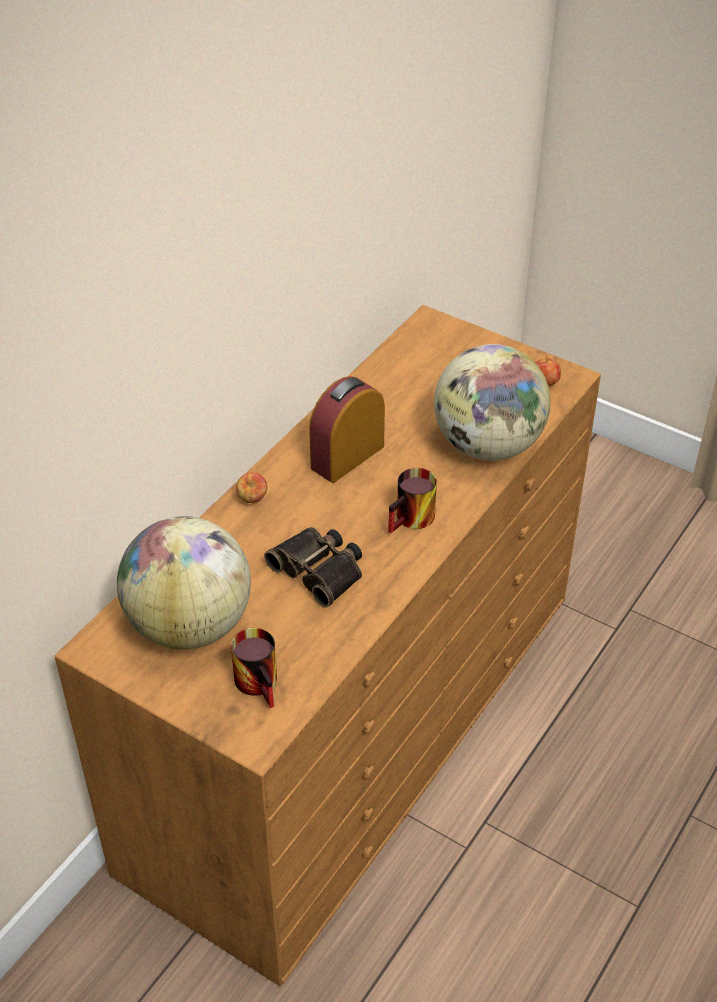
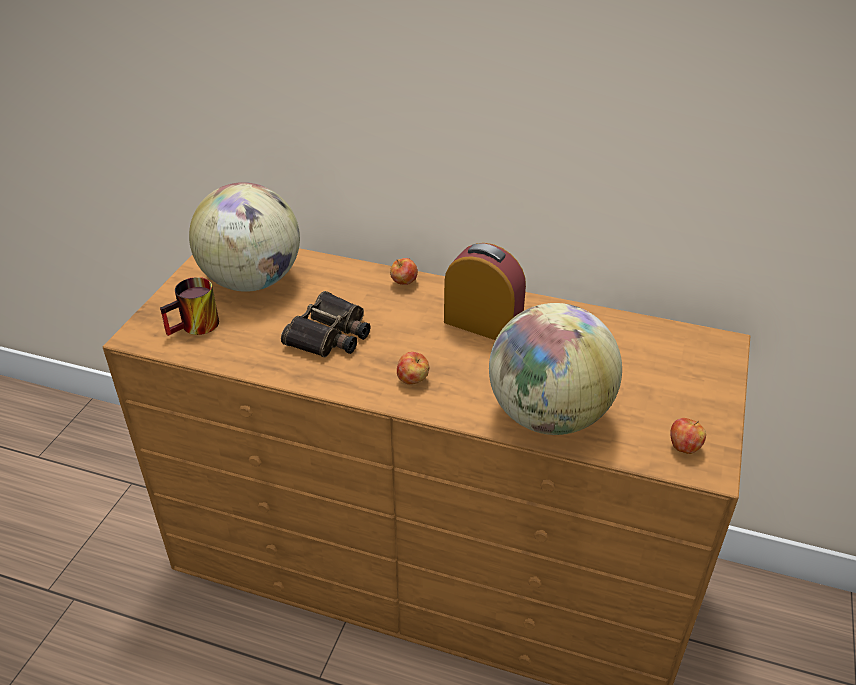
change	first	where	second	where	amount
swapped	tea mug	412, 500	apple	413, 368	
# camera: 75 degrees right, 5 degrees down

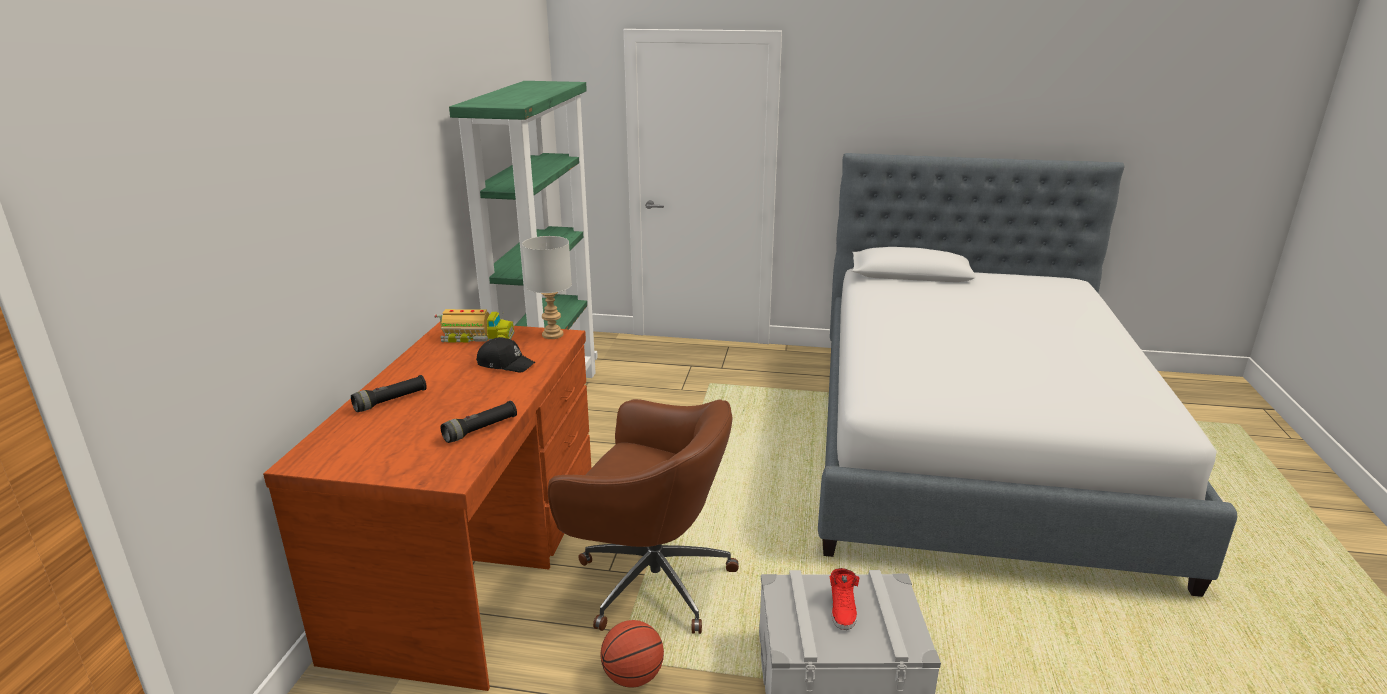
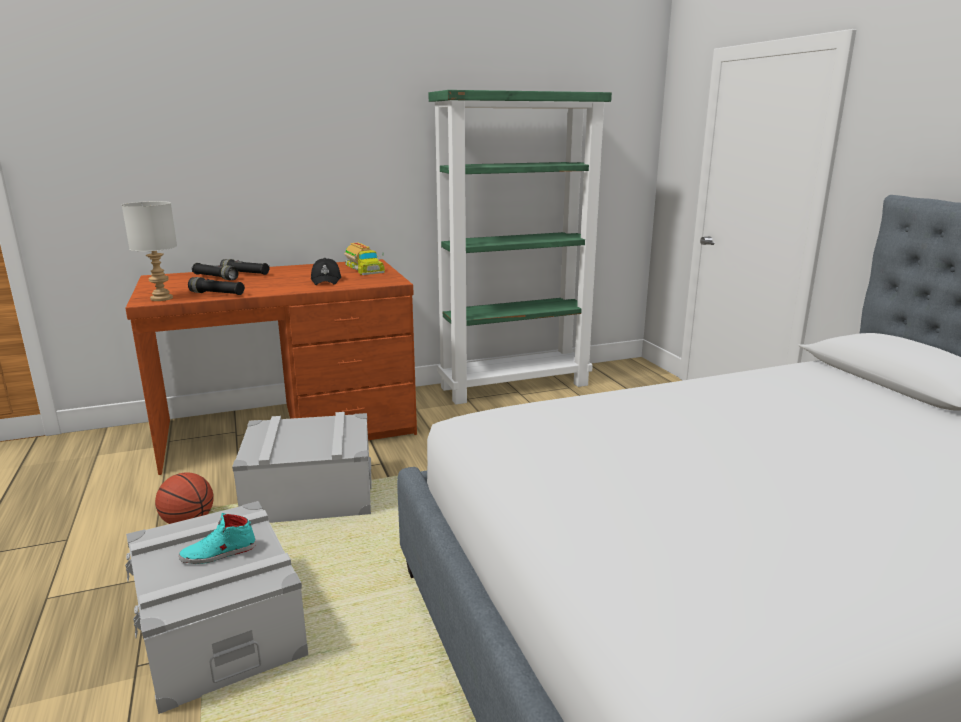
change	first	where	second	where	amount
shifted	table lamp (grey)	547, 287		149, 251	
swapped	office chair (brownish)	643, 516	storage bin (grey)	302, 467	
repainted	low shoe (red-coloured)	844, 599	low shoe (blue-green)	217, 538	
new			hand torch (black)	215, 271	
# camera: 60 degrees right, 5 degrees down

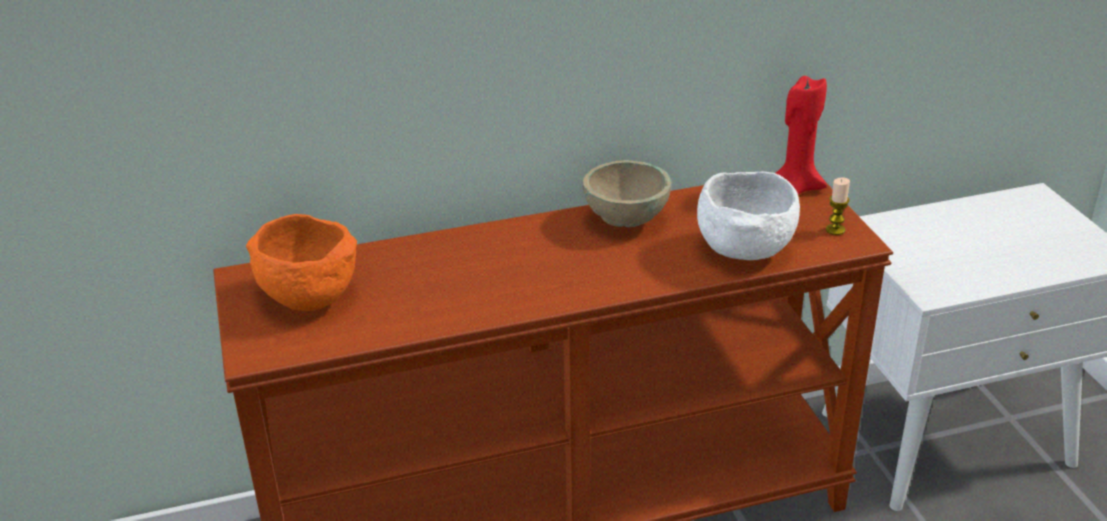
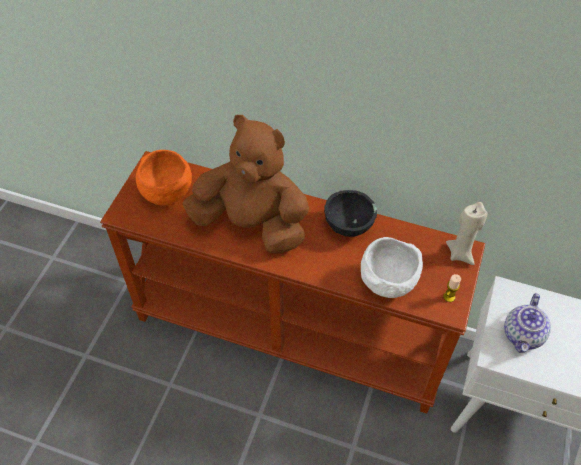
change	first	where	second	where	amount
repainted	deep dish (sand-coloured)	627, 193	deep dish (black)	350, 213	
repainted	candle (red-coloured)	801, 135	candle (sand-coloured)	467, 233	
new			cuddly toy (brownish)	245, 184	
new			tea pot	527, 323	
# camera: 35 degrees right, 20 degrees up

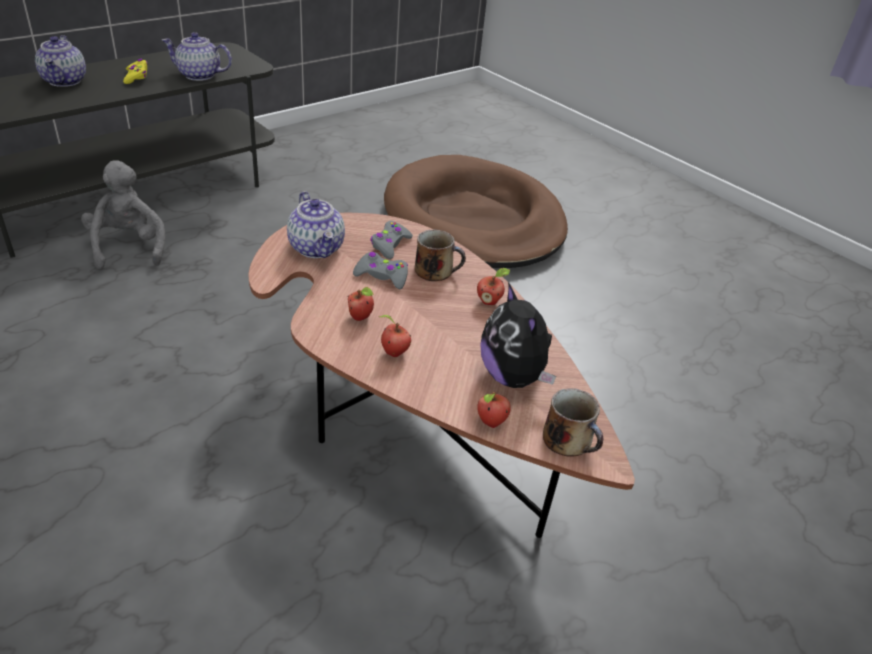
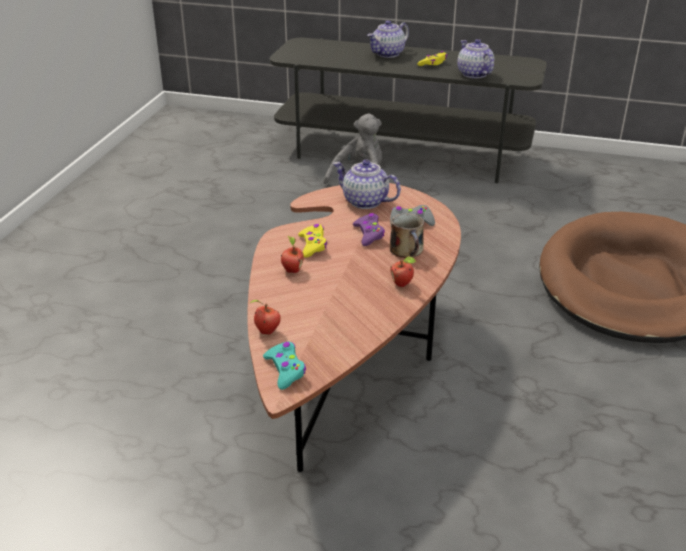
change	first	where	second	where	amount
rotated	tea pot	316, 224		367, 184	90 degrees clockwise
swapped	apple	361, 304	game controller (yellow)	312, 241	
repainted	game controller (grey)	380, 270	game controller (purple)	369, 229	
gone	cuddly toy	518, 335			
swapped	tea mug	573, 422	game controller (blue-green)	284, 366	
# camera: 60 degrees right, 5 degrees down

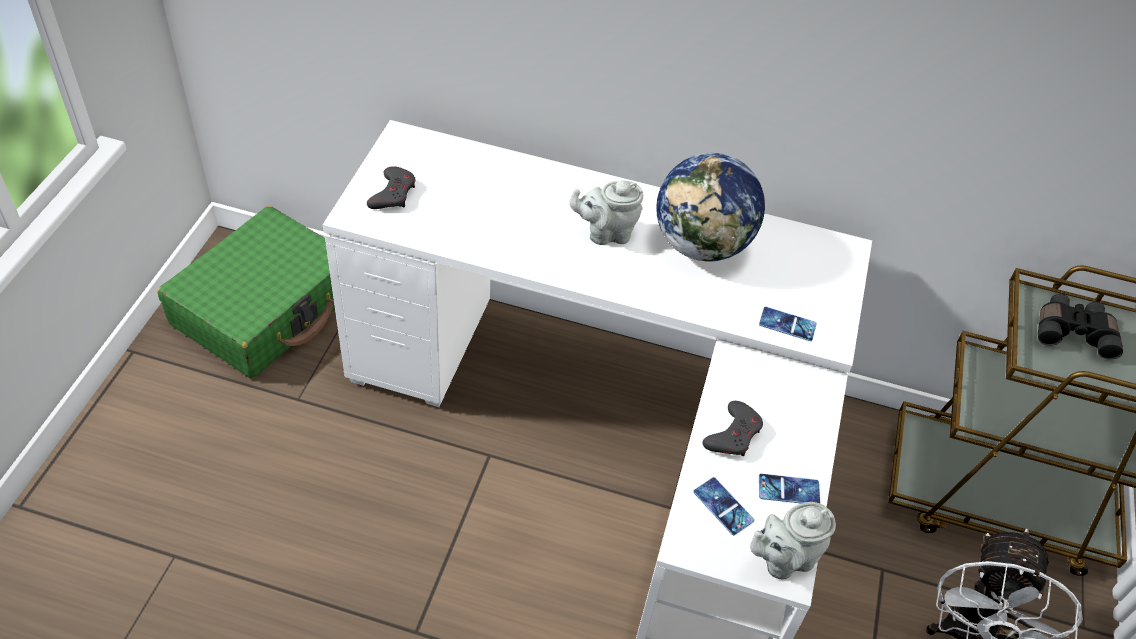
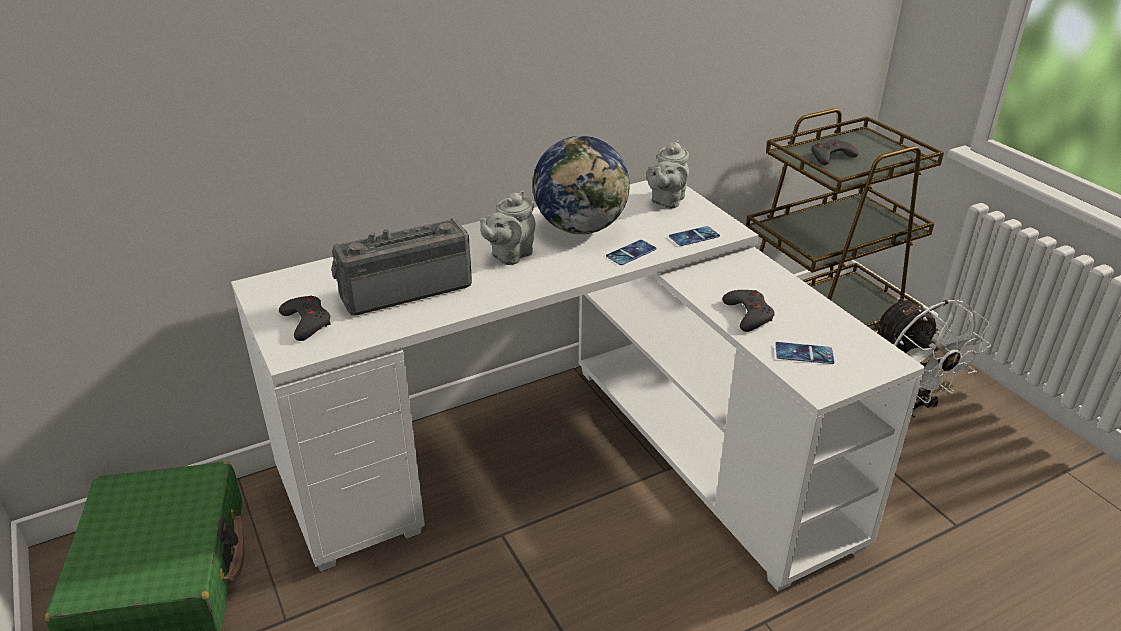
change	first	where	second	where	amount
shifted	tea pot (grey)	793, 541		667, 174	
shifted	telephone	789, 488		631, 252	
swapped	pair of binoculars (black)	1080, 327	game controller (grey)	834, 152	
new			radio	401, 267	
# camera: 40 degrees left, 15 degrees down

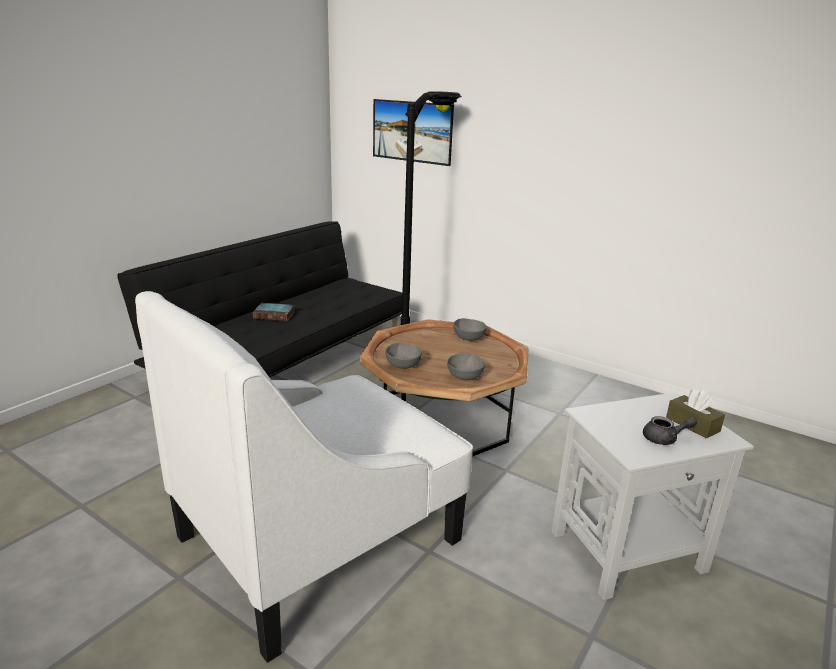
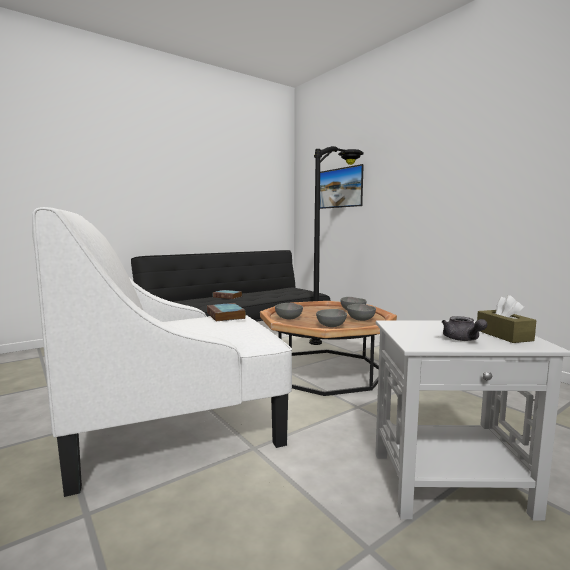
change	first	where	second	where	amount
rotated	tea pot (grey)	670, 430		465, 328	60 degrees clockwise
new			volume	226, 312	
new			deep dish (grey)	361, 312	
# camera: 20 degrees right, 15 degrees down

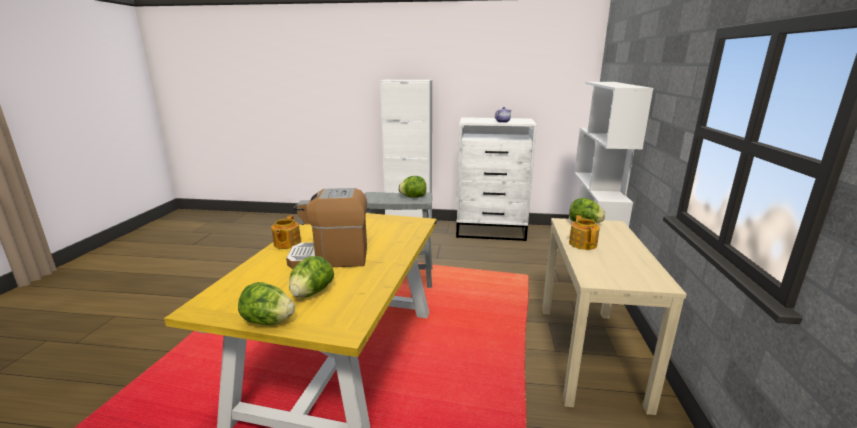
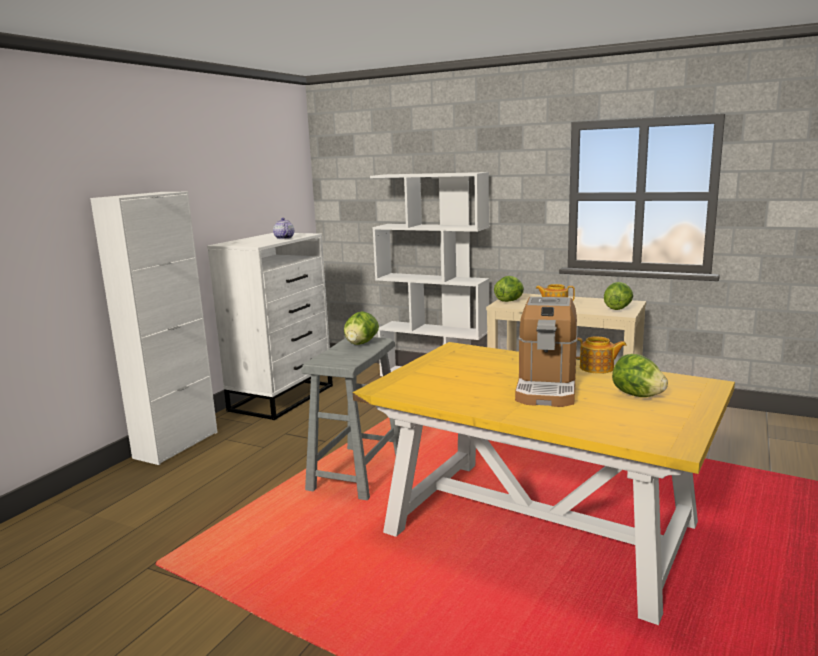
change	first	where	second	where	amount
shifted	lettuce head	266, 303		618, 296	
shifted	tea pot	286, 232		601, 355	
# camera: 70 degrees left, 5 degrees down

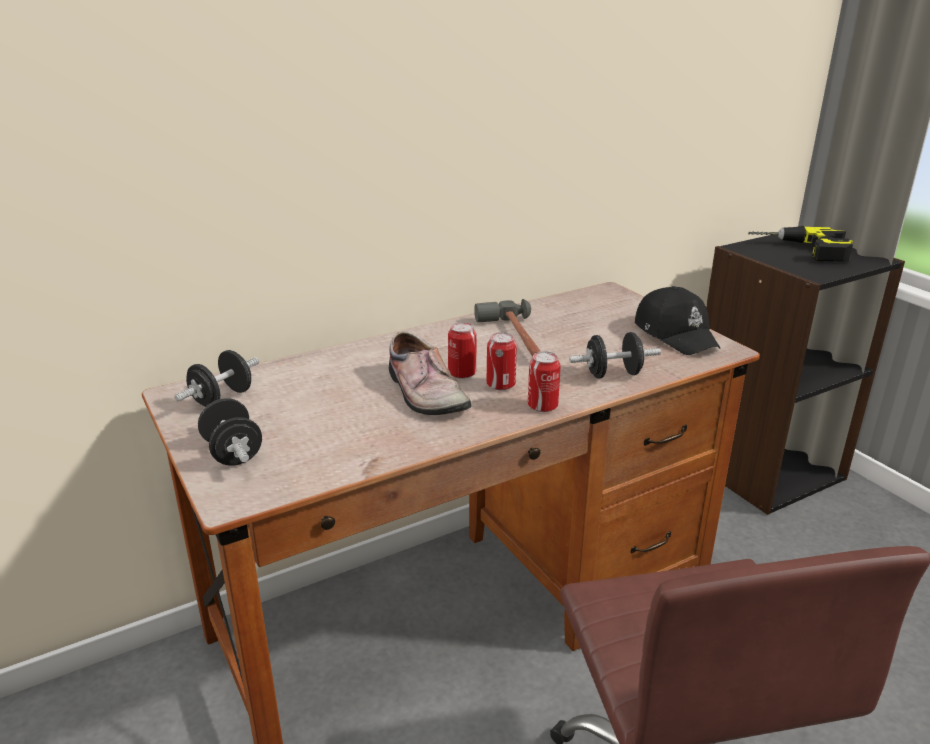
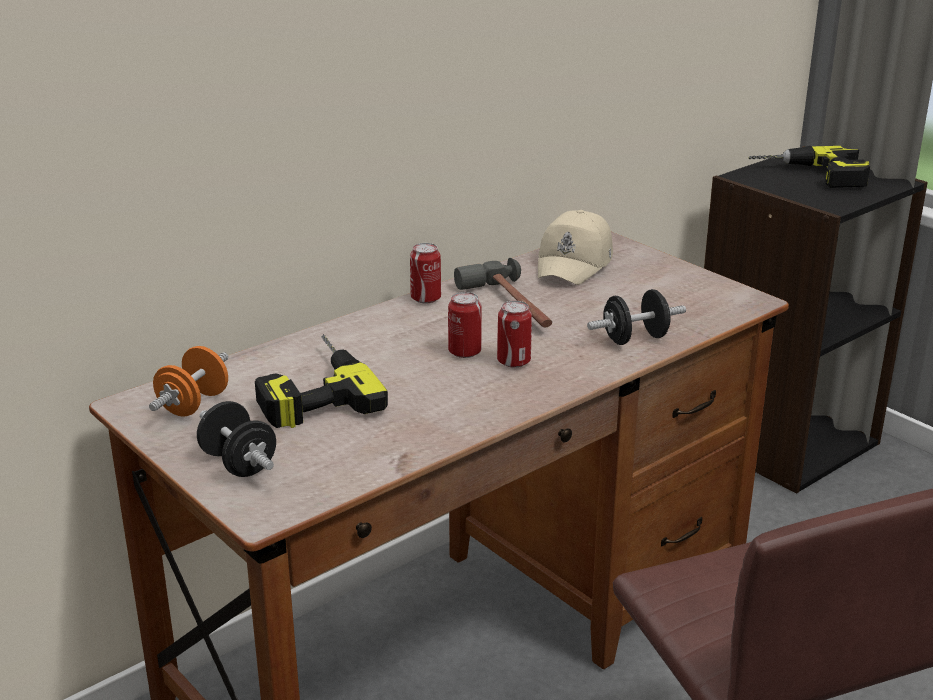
change	first	where	second	where	amount
repainted	free weight (black)	216, 378	free weight (orange-coloured)	188, 381	
gone	low shoe	430, 373			
shifted	metal can	544, 381		425, 273	
gone	cap (black)	678, 320			
new			drill	321, 381	
new			cap (sand-coloured)	575, 247	
# camera: 10 degrees left, 0 degrees up

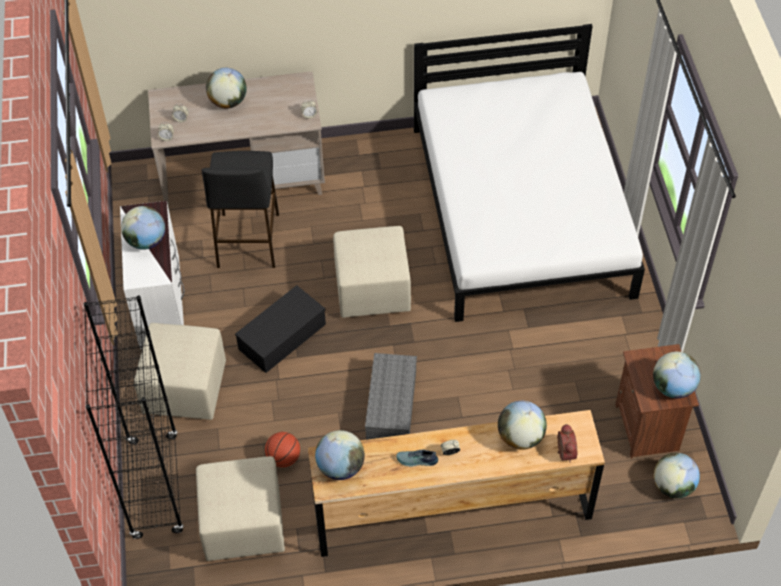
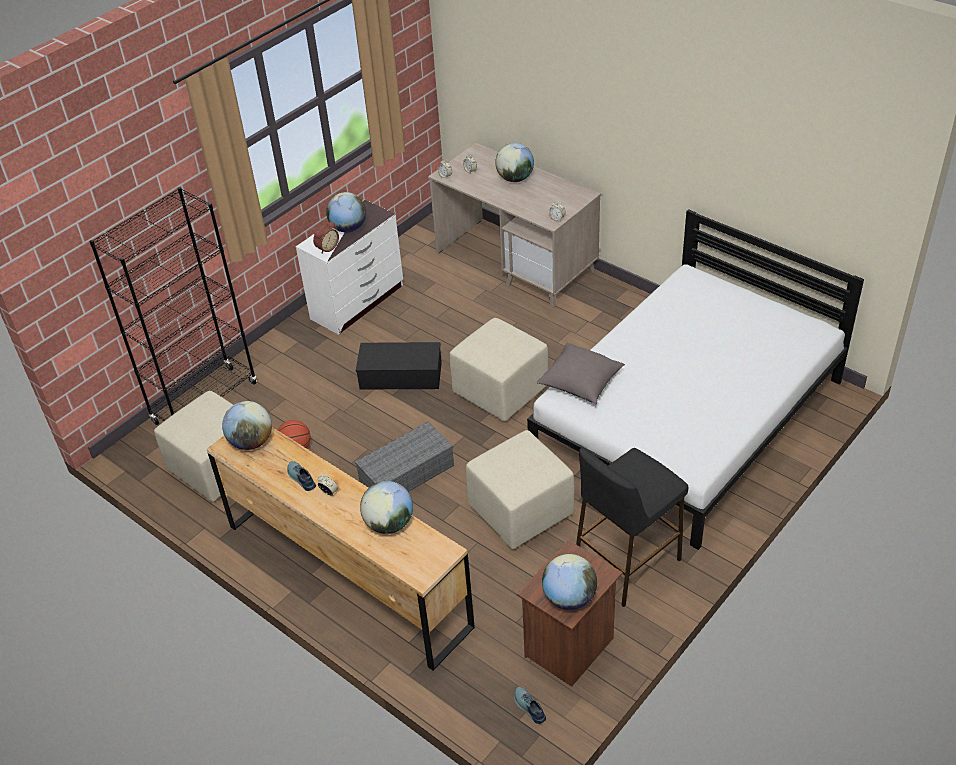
change	first	where	second	where	amount
shifted	ottoman (sand-coloured)	180, 371		520, 489	
shifted	stool seat (black)	240, 209		632, 527	
shifted	table clock	567, 443		326, 237	
swapped	globe	677, 475	low shoe	530, 705	
new			pillow (grey)	581, 373	
# camera: 50 degrees right, 10 degrees down

